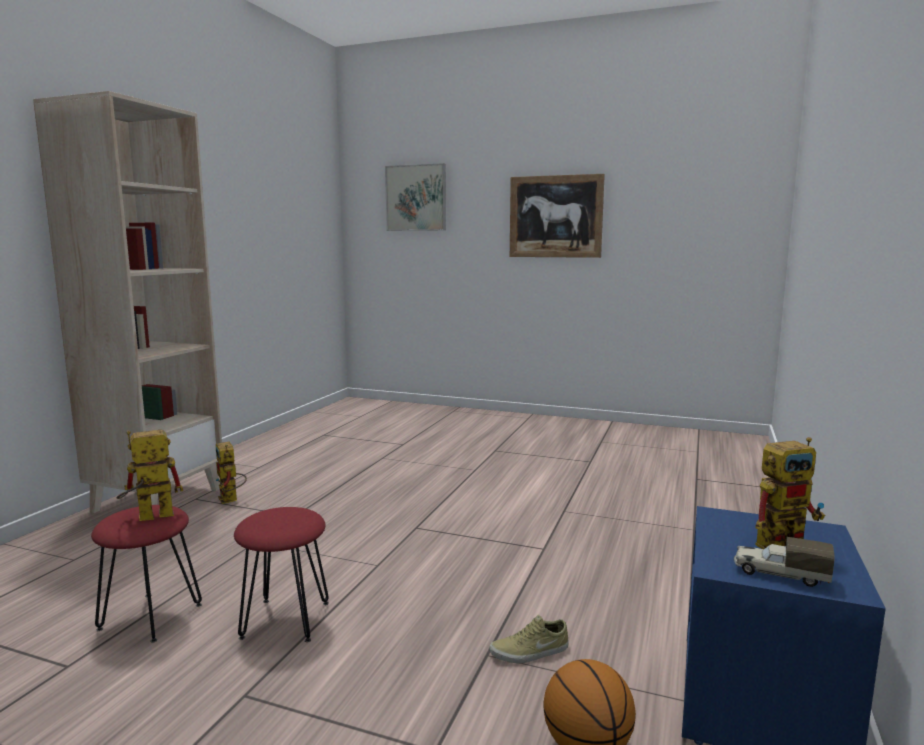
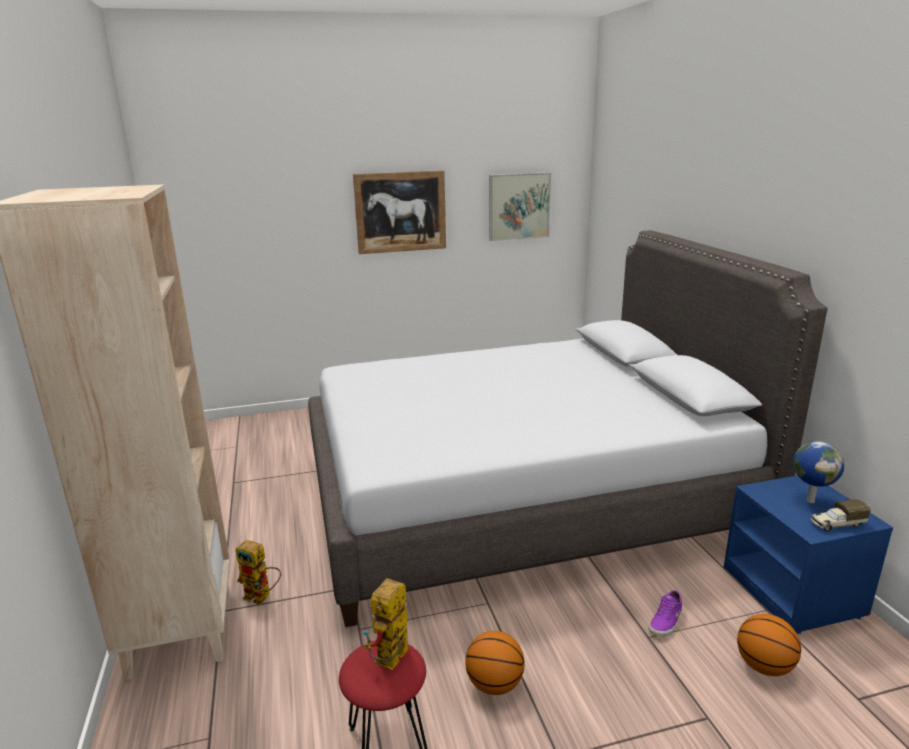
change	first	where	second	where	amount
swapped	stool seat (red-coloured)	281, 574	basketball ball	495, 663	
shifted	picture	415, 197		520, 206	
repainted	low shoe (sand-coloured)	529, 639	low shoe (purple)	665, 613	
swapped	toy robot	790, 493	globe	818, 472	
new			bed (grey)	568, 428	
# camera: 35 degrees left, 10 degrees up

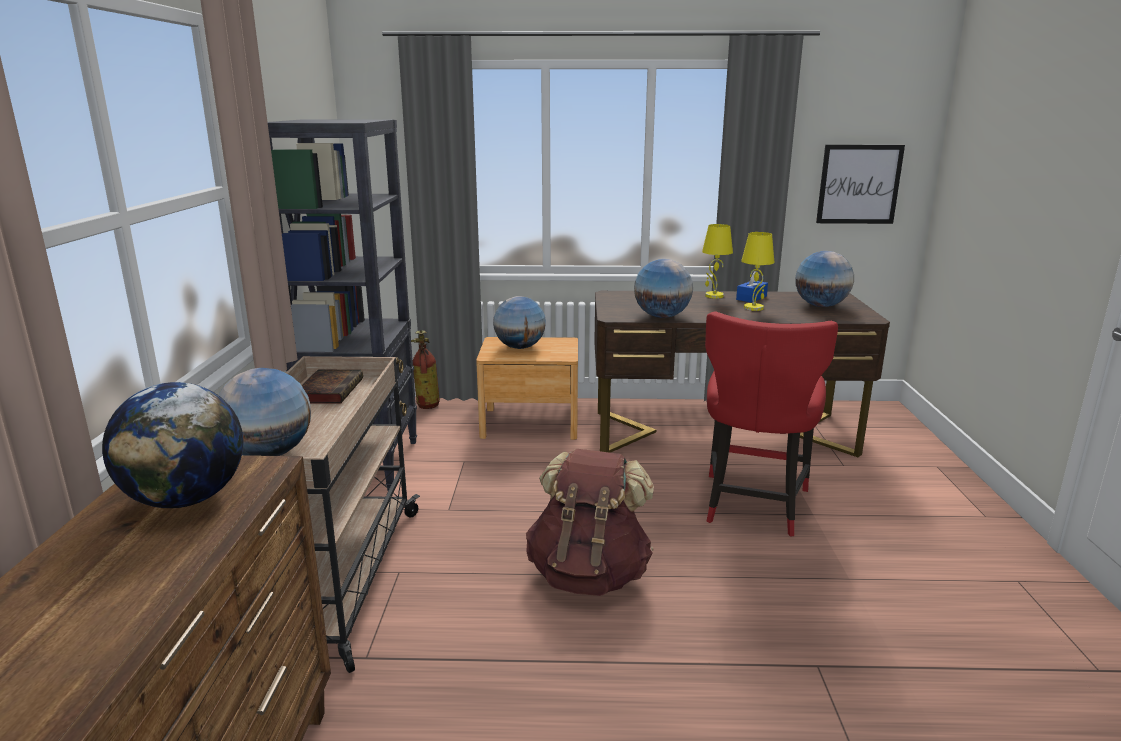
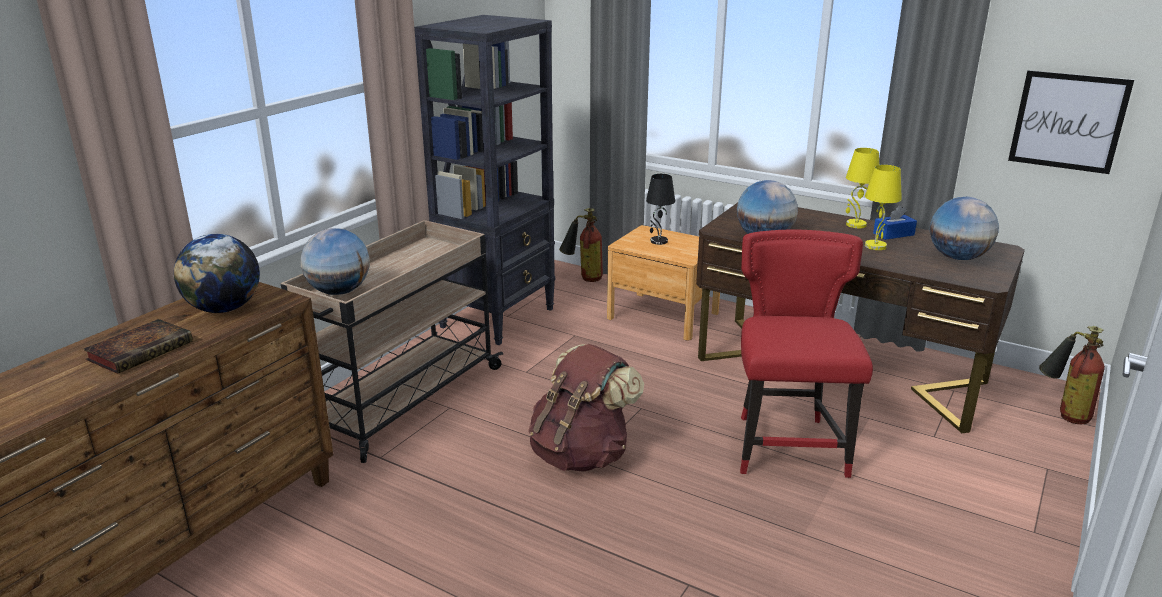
change	first	where	second	where	amount
shifted	volume	332, 387		138, 346	
swapped	globe	519, 322	table lamp (black)	660, 209	
rotated	upright chair (red-coloured)	771, 423		806, 354	135 degrees clockwise
new			extinguisher	1072, 375	
# camera: 30 degrees right, 5 degrees up

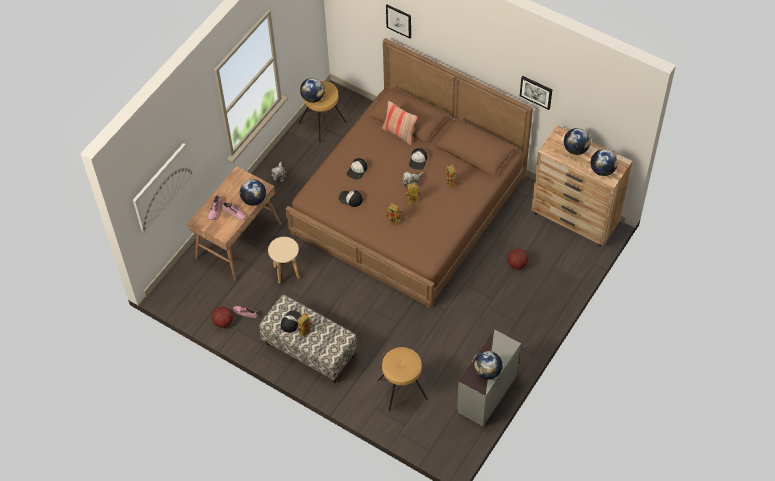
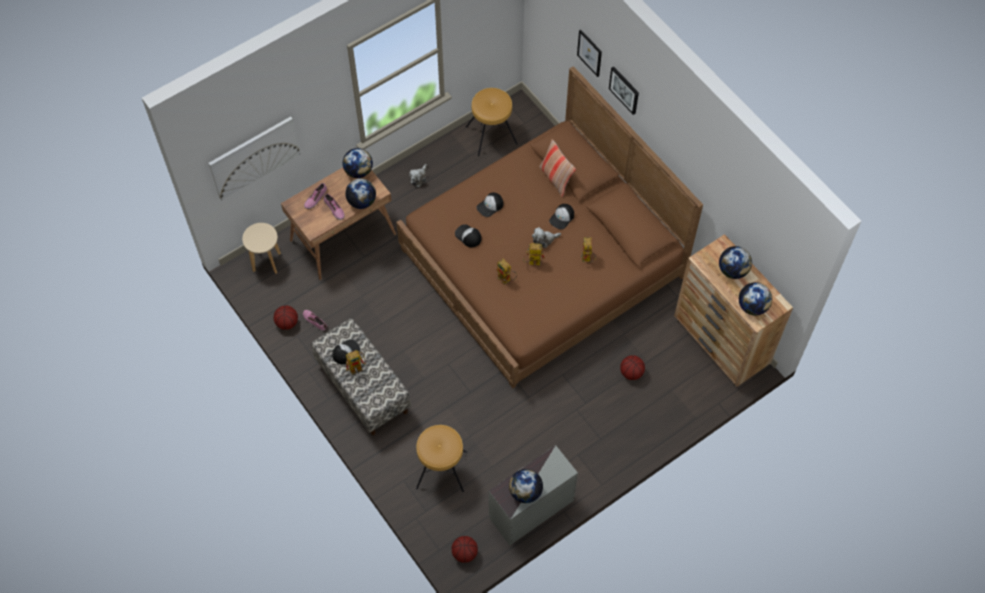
change	first	where	second	where	amount
shifted	stool seat (sand-coloured)	284, 260		261, 248	
shifted	globe	312, 90		357, 163	
shifted	picture	536, 93		624, 90	
new			basketball ball	465, 549	
# camera: 20 degrees right, 5 degrees up

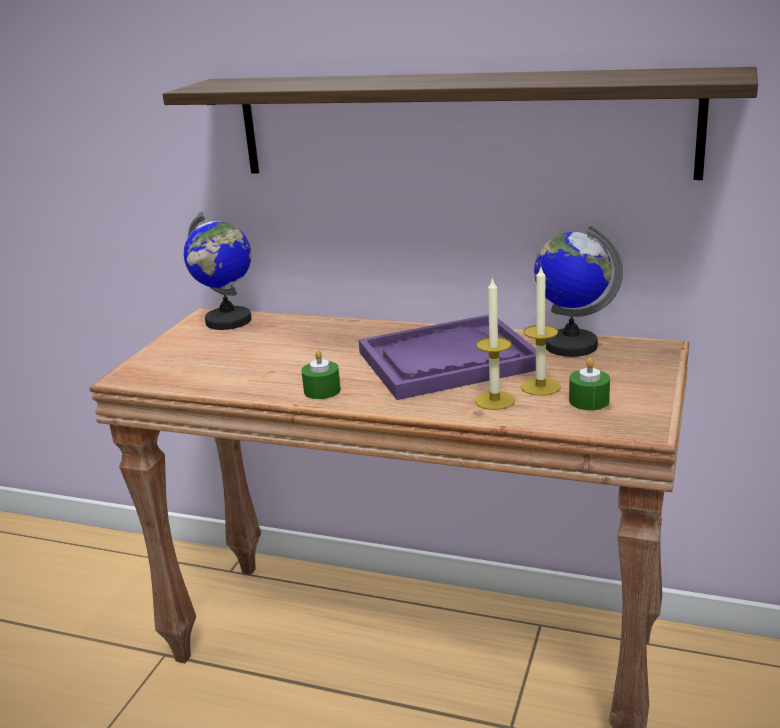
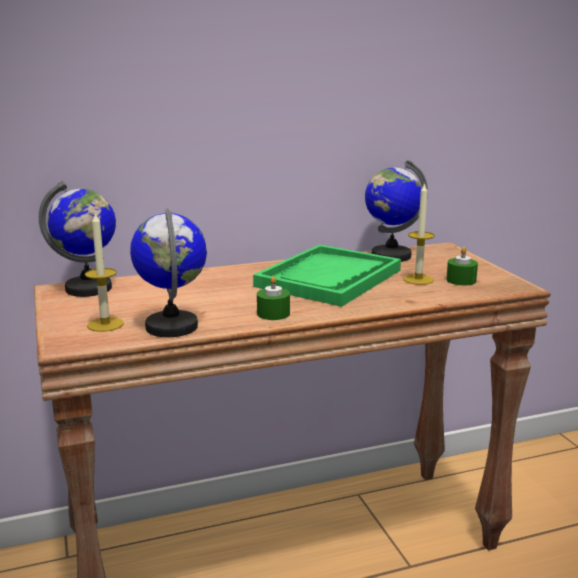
change	first	where	second	where	amount
gone	wall shelf	460, 123			
repainted	serving tray (purple)	447, 357	serving tray (green)	327, 276	
shifted	candle	495, 343		104, 272	
new			globe	168, 272	
# camera: 40 degrees left, 5 degrees down

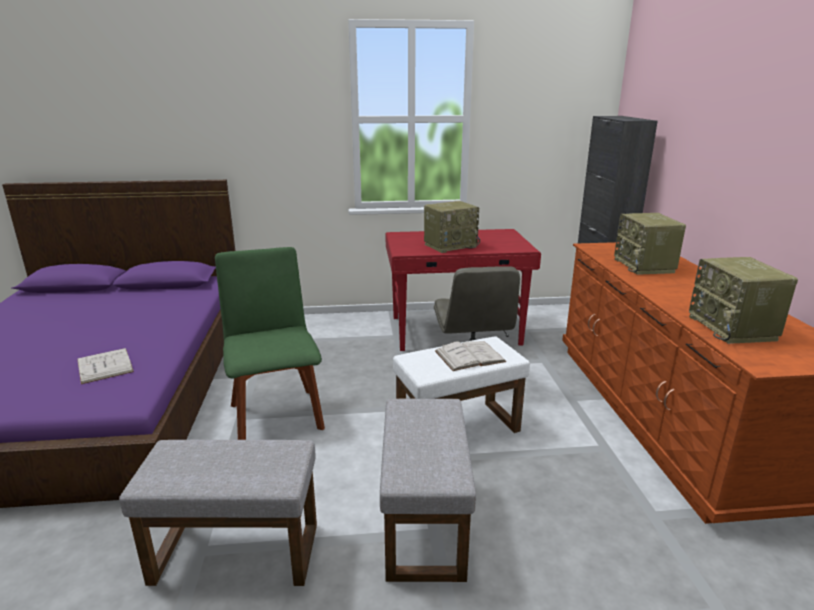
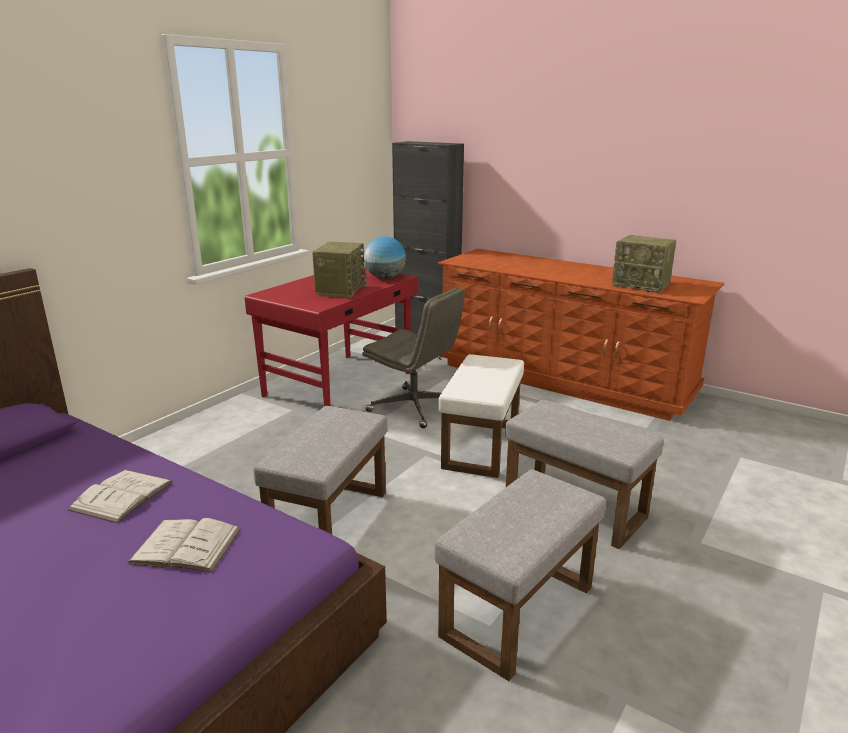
change	first	where	second	where	amount
swapped	upright chair (green)	270, 343	ottoman (grey)	320, 470	
shifted	volume (whitish)	471, 356		120, 496	
gone	radio	650, 244			
new			globe	385, 257	
# camera: 50 degrees left, 0 degrees up

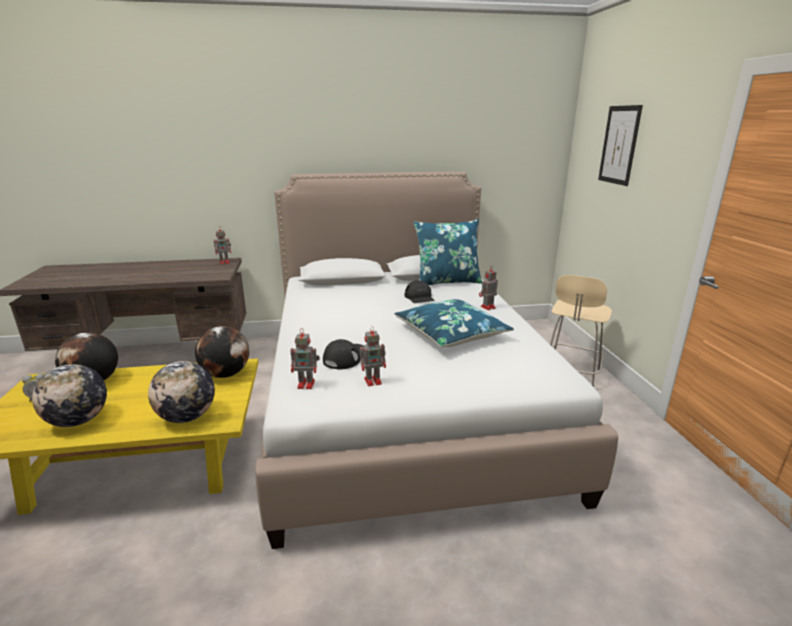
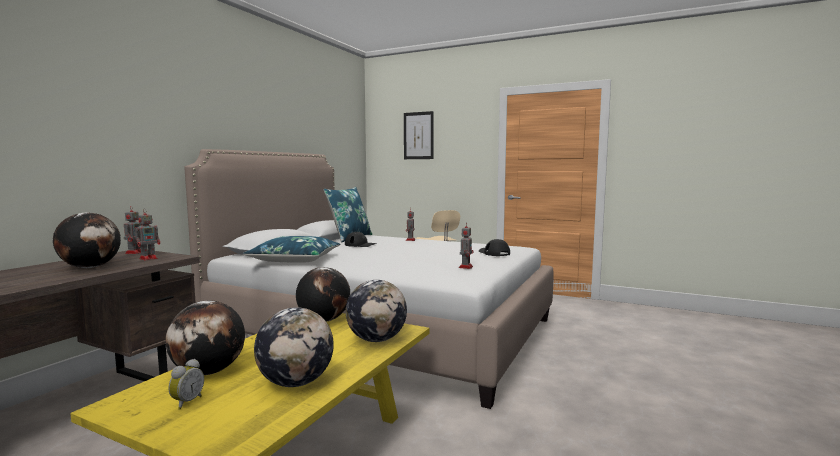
change	first	where	second	where	amount
shifted	toy robot	305, 358		147, 234	
shifted	cap (black)	343, 354		494, 247	
shifted	pillow (blue)	454, 323		291, 249	
new			globe	87, 240	
# camera: 55 degrees left, 15 degrees down

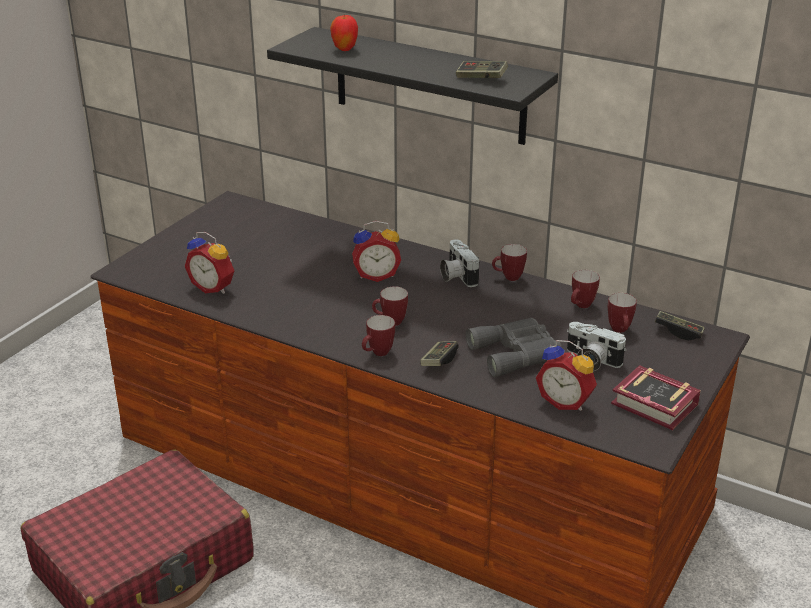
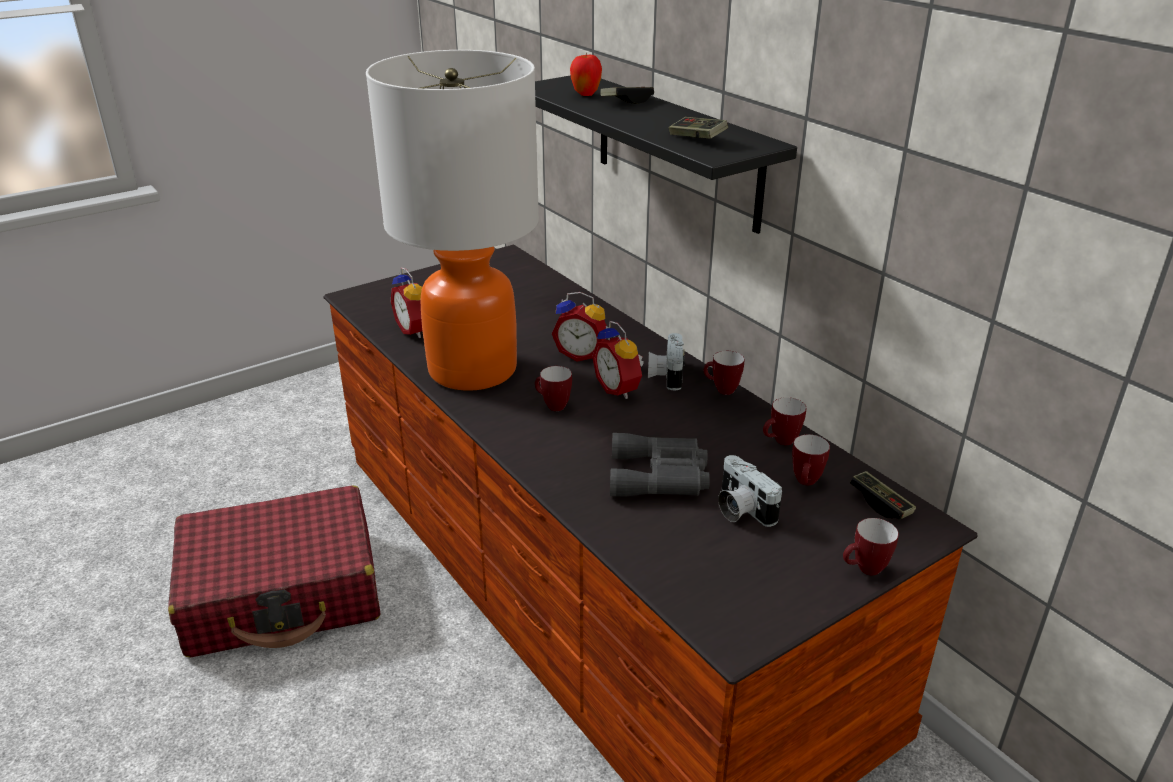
change	first	where	second	where	amount
shifted	tea mug	378, 335		871, 546	
shifted	game controller	439, 353		627, 95	
shifted	table clock	566, 375		618, 360	
gone	volume	656, 397			
new			table lamp	452, 220	
# camera: 25 degrees right, 0 degrees up

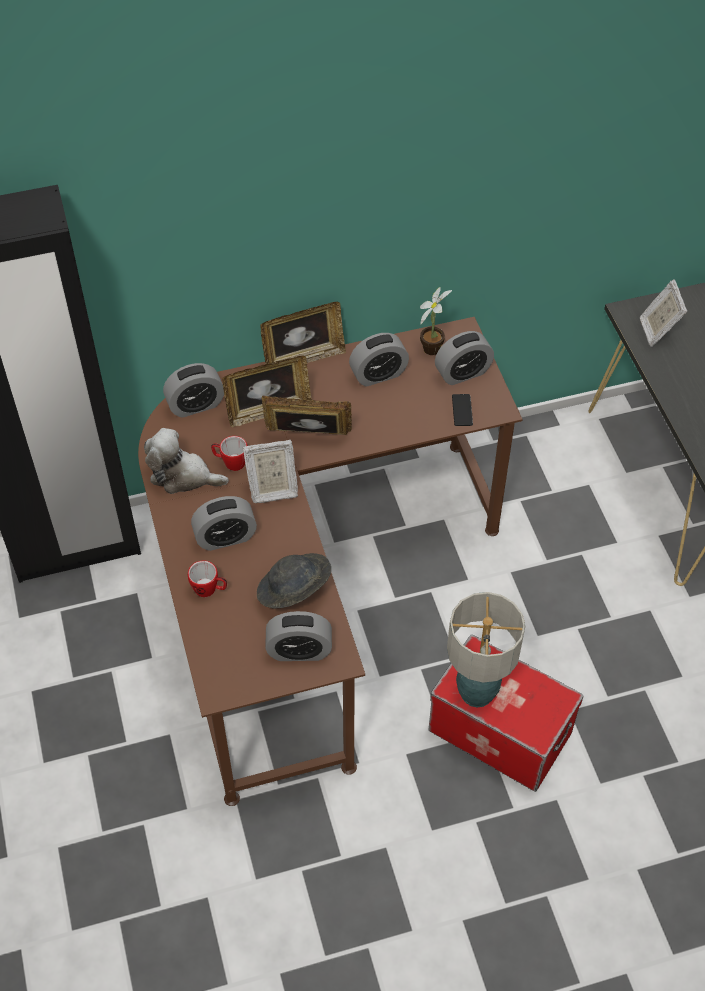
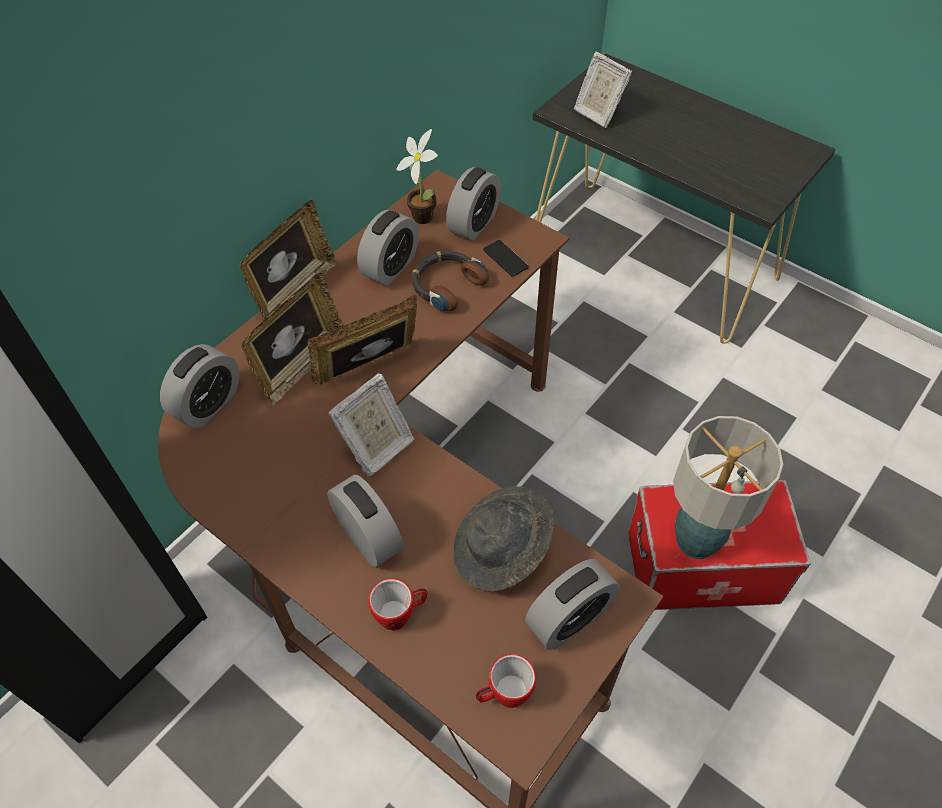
change	first	where	second	where	amount
gone	cuddly toy	186, 461			
rotated	table clock	224, 523		365, 521	75 degrees counterclockwise
shifted	tea mug	229, 453		506, 681	
new			headphones	450, 281	
# camera: 35 degrees left, 0 degrees up

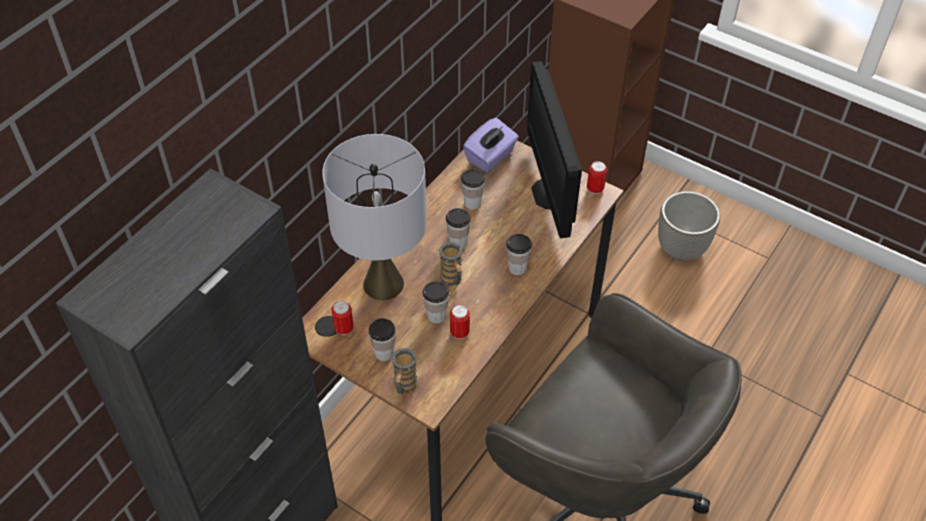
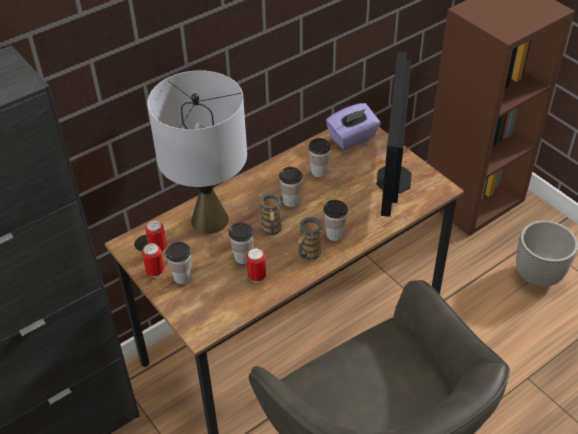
change	first	where	second	where	amount
shifted	tea mug	405, 371		310, 238	
shifted	metal can	597, 177		153, 260	
# camera: 20 degrees right, 5 degrees down

